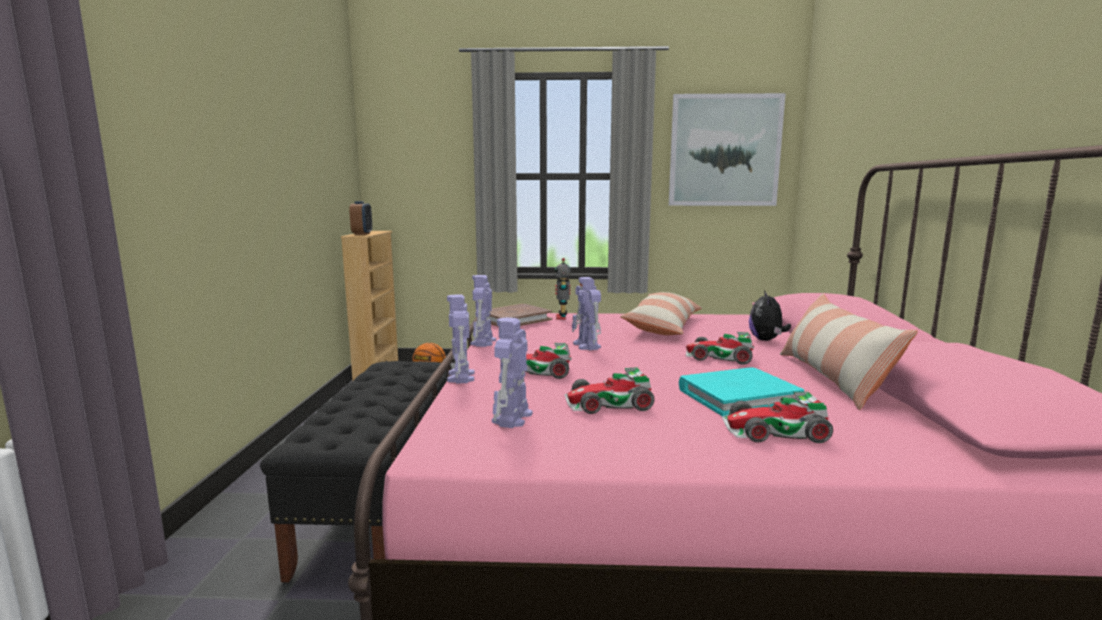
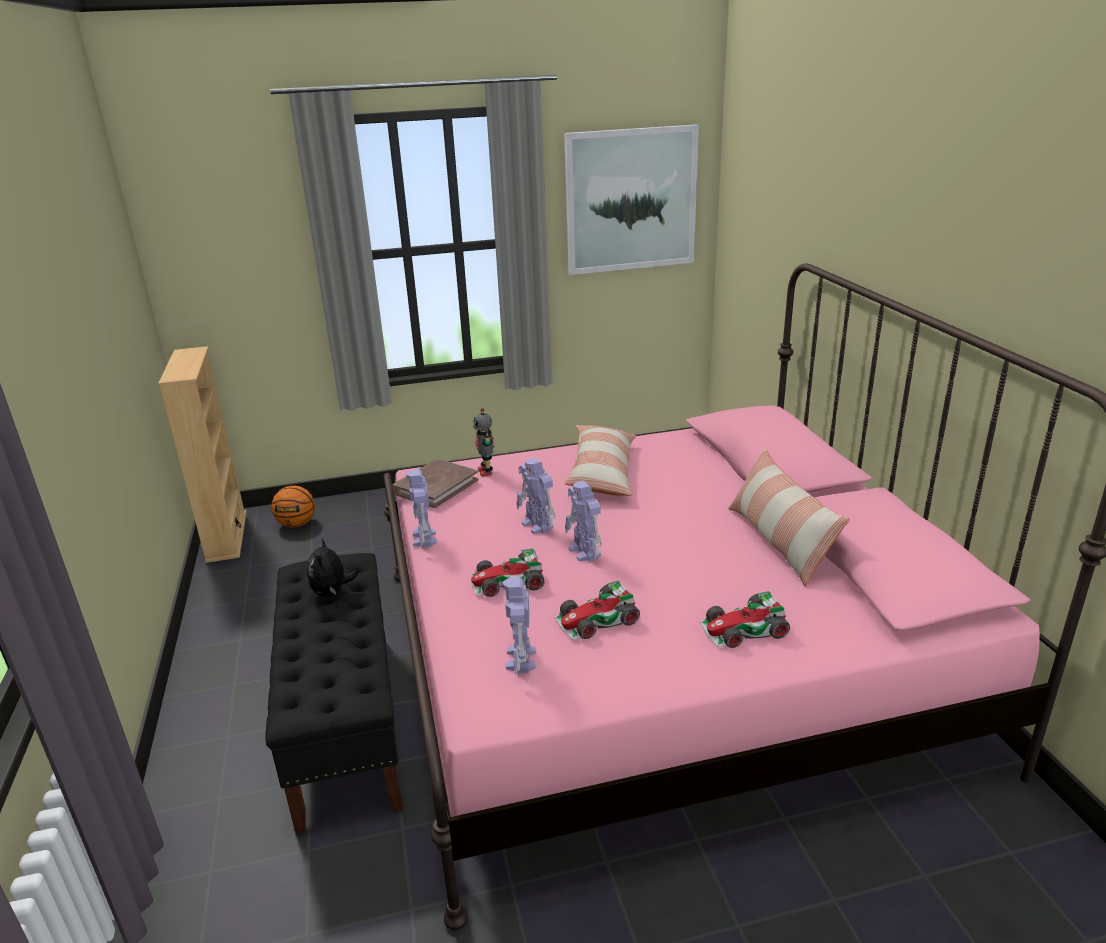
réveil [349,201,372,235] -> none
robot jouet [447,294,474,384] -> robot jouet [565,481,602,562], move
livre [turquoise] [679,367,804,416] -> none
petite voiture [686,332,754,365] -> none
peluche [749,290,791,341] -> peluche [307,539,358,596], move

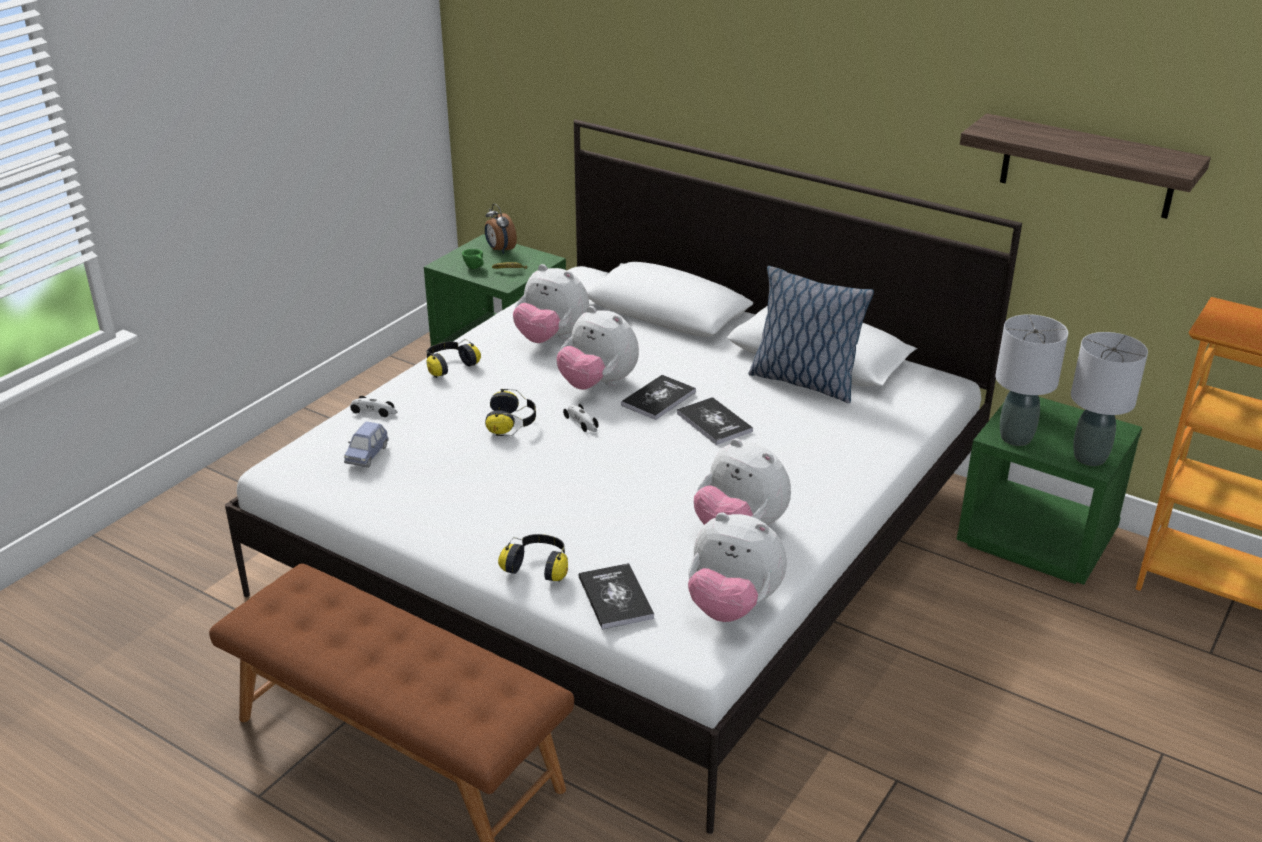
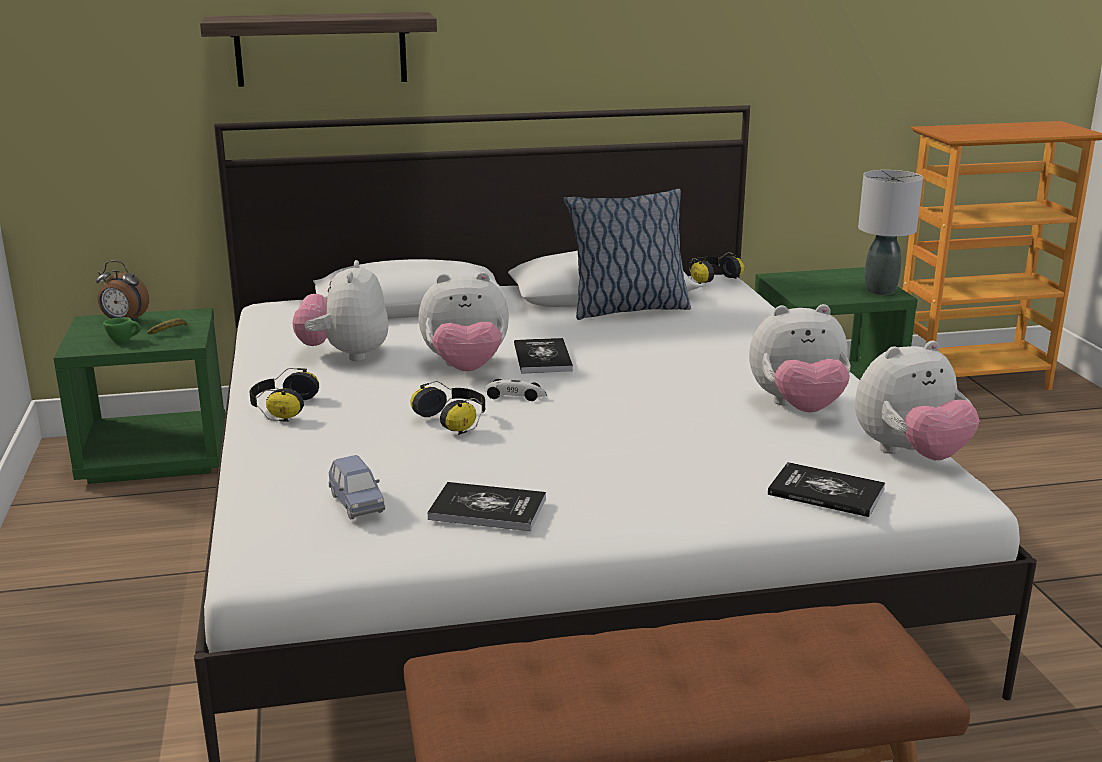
petite voiture [350,396,398,417] -> none
casque audio [498,534,568,582] -> casque audio [689,252,744,284], move
peluche [513,264,589,343] -> peluche [292,260,389,361], 105 degrees clockwise
livre [677,397,753,445] -> livre [427,482,546,531], move
étagère [960,113,1211,219] -> étagère [200,12,437,87], move
lampe de table [gris] [996,314,1068,446] -> none

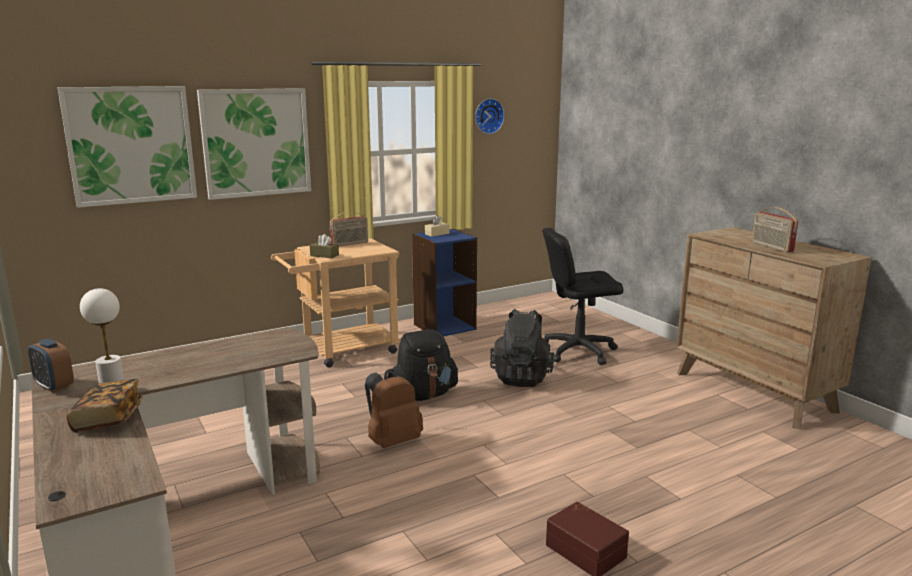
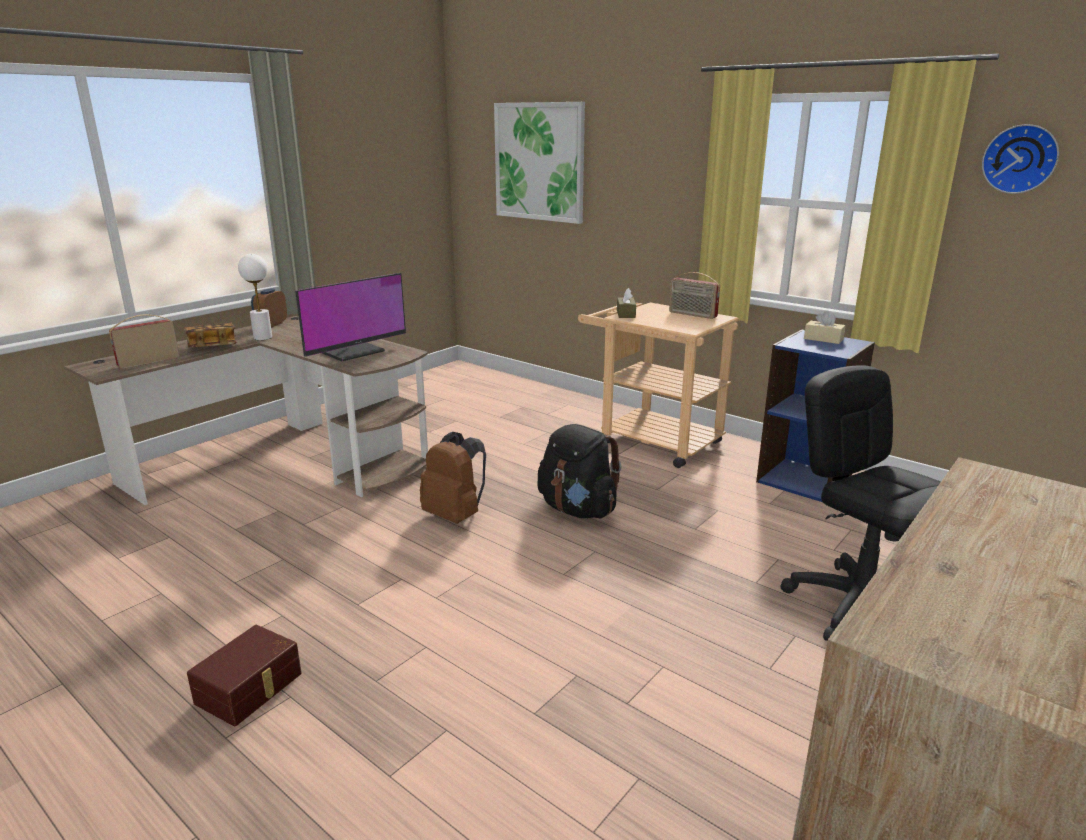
tableau [197,88,311,200] -> none
sac à dos [noir] [490,309,554,387] -> none
radio [752,207,798,252] -> radio [109,315,179,369], move
none -> écran d'ordinateur [295,273,406,361]

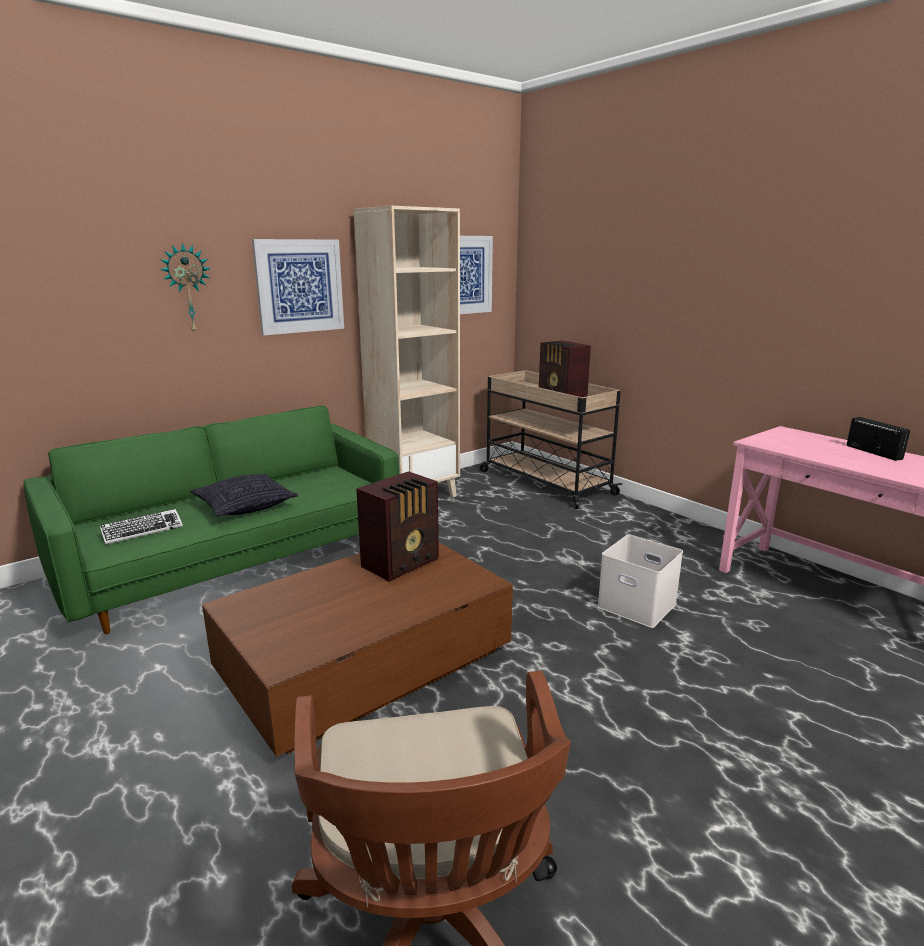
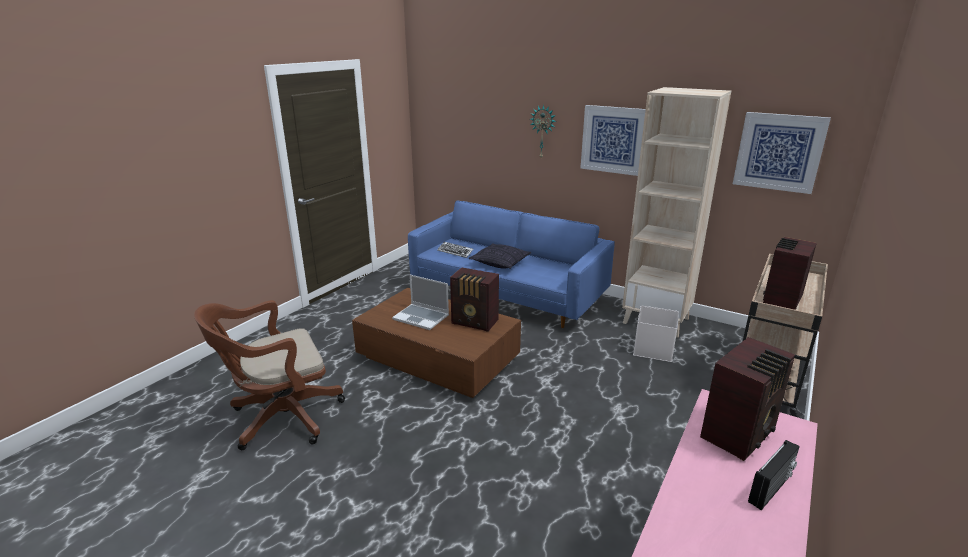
canapé [vert] [24,405,400,634] -> canapé [bleu] [408,201,615,328]
boîte de rangement [blanc] [597,534,683,628] -> boîte de rangement [blanc] [633,306,679,362], move
none -> ordinateur portable [392,275,449,330]
none -> radio [700,337,795,461]

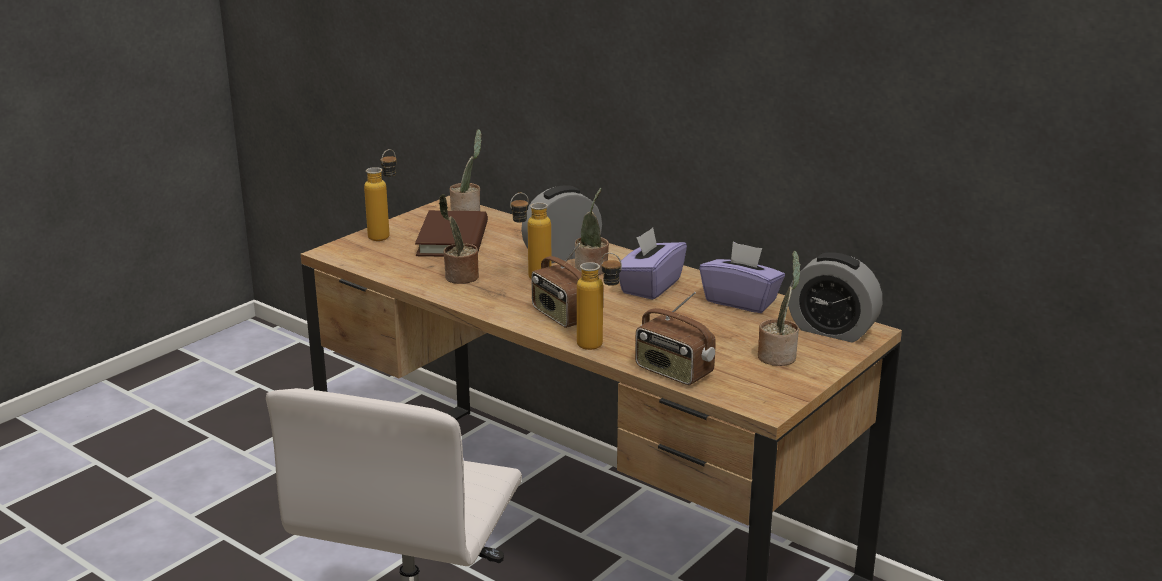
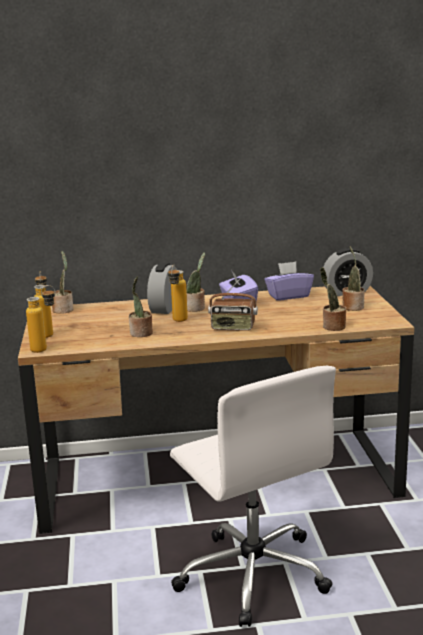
livre [marron] [415,210,488,257] -> none
bouteille [577,252,622,350] -> bouteille [26,285,55,353], move
radio [635,292,716,385] -> plante en pot [320,267,346,331]

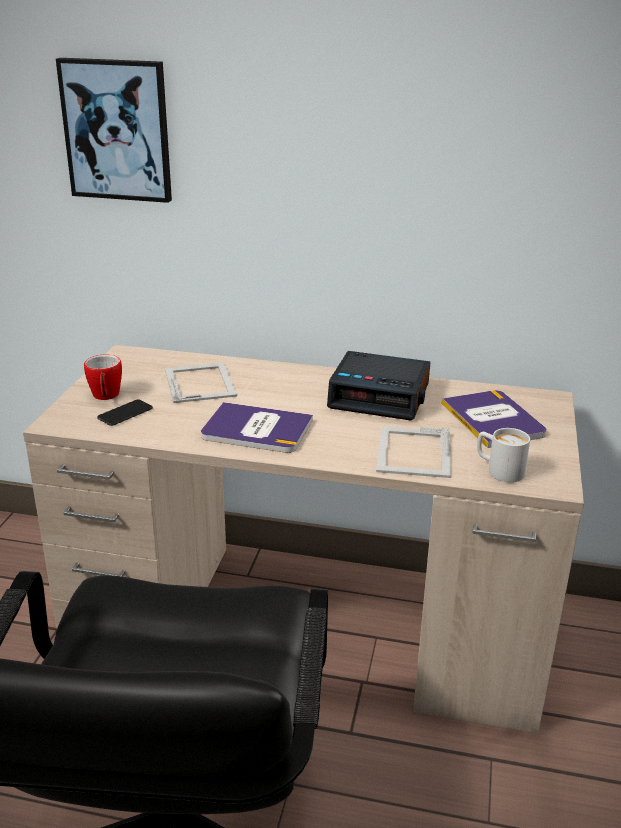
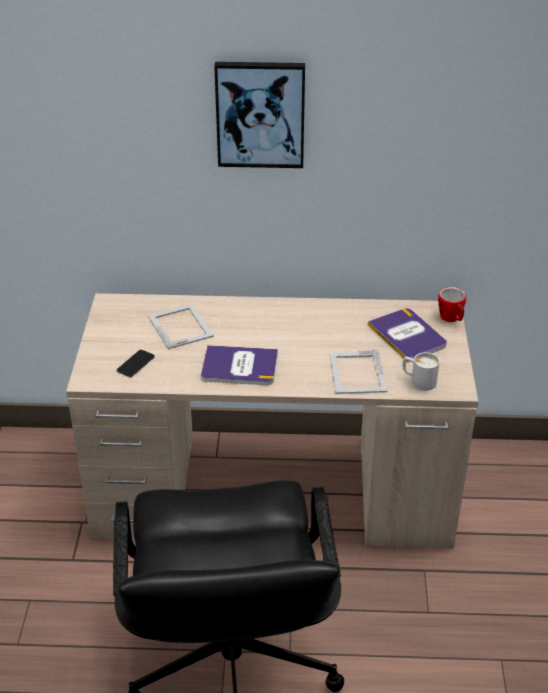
tableau [56,58,172,203] -> tableau [214,62,305,168], move
mug [84,355,122,400] -> mug [438,287,466,322], move
réveil [327,351,430,420] -> none

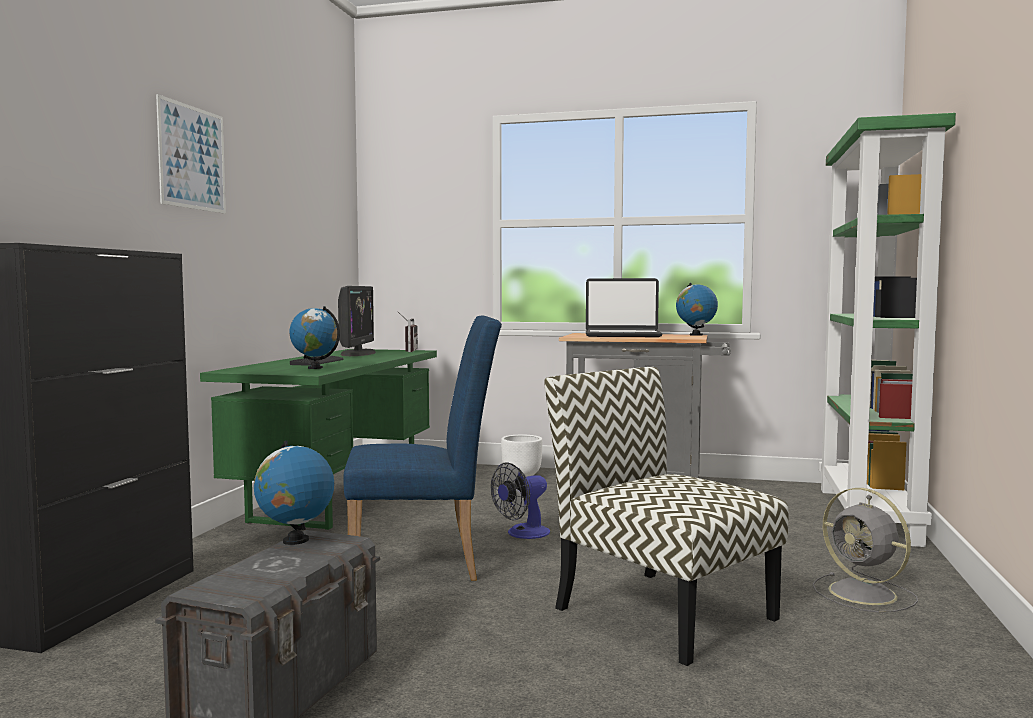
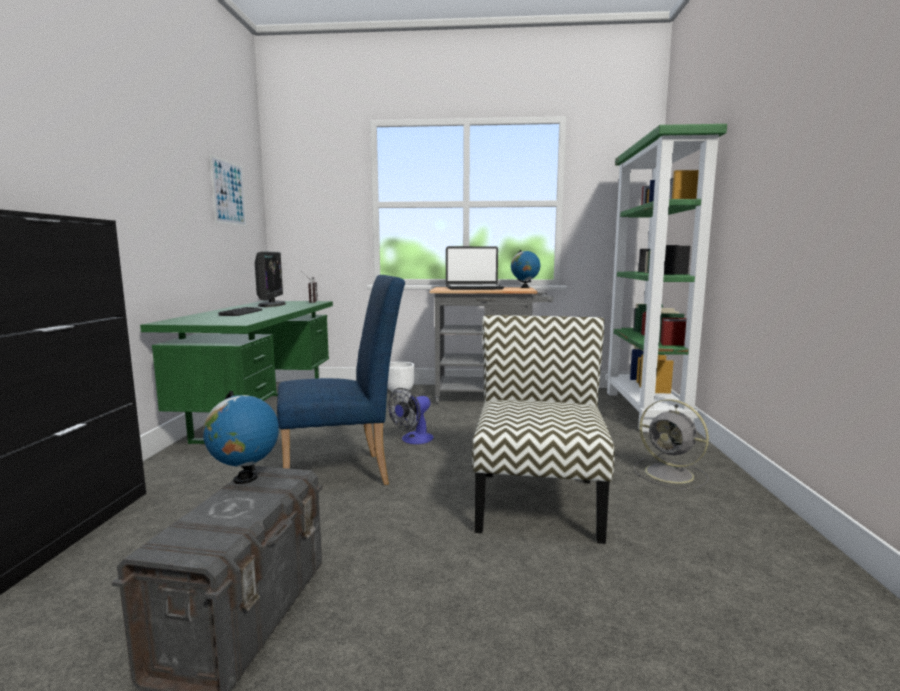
tableau [156,94,226,214] -> tableau [210,154,247,227], move
globe [289,306,340,369] -> none
chaise [544,367,788,666] -> chaise [472,315,615,544], 60 degrees clockwise

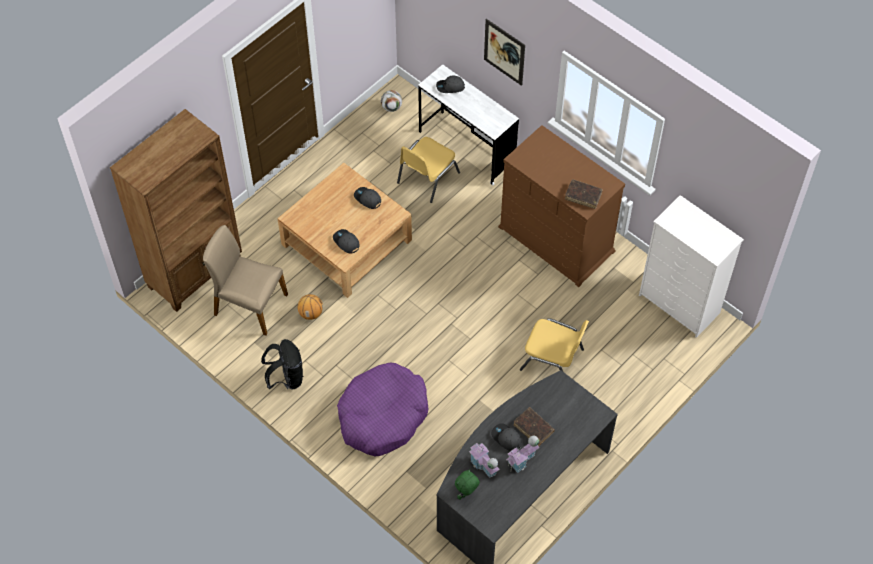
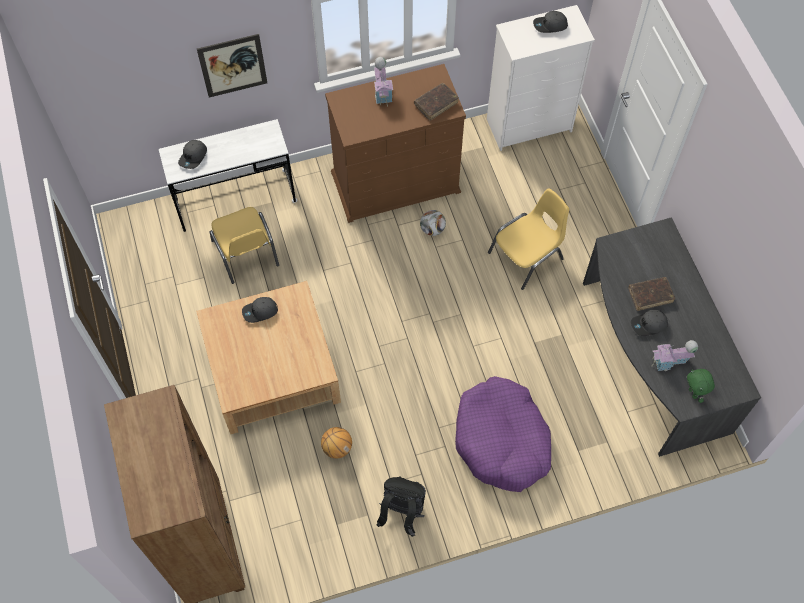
chaise [beige] [203,225,288,336] -> none
casquette [gris] [333,229,360,253] -> casquette [gris] [533,11,568,33], move
ballon de foot [381,90,402,112] -> ballon de foot [420,210,446,236], move
maison miniature [506,436,540,473] -> maison miniature [374,57,393,107], move

